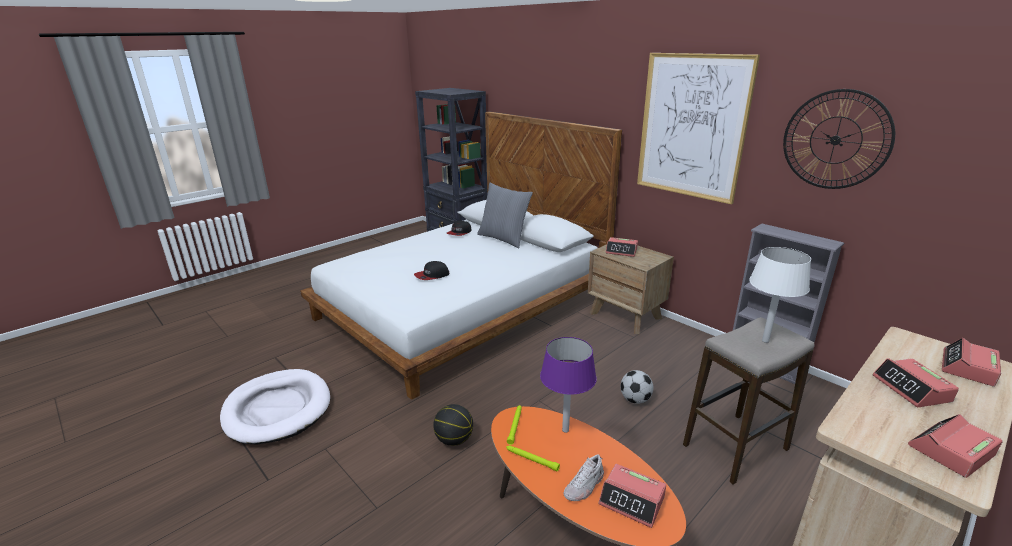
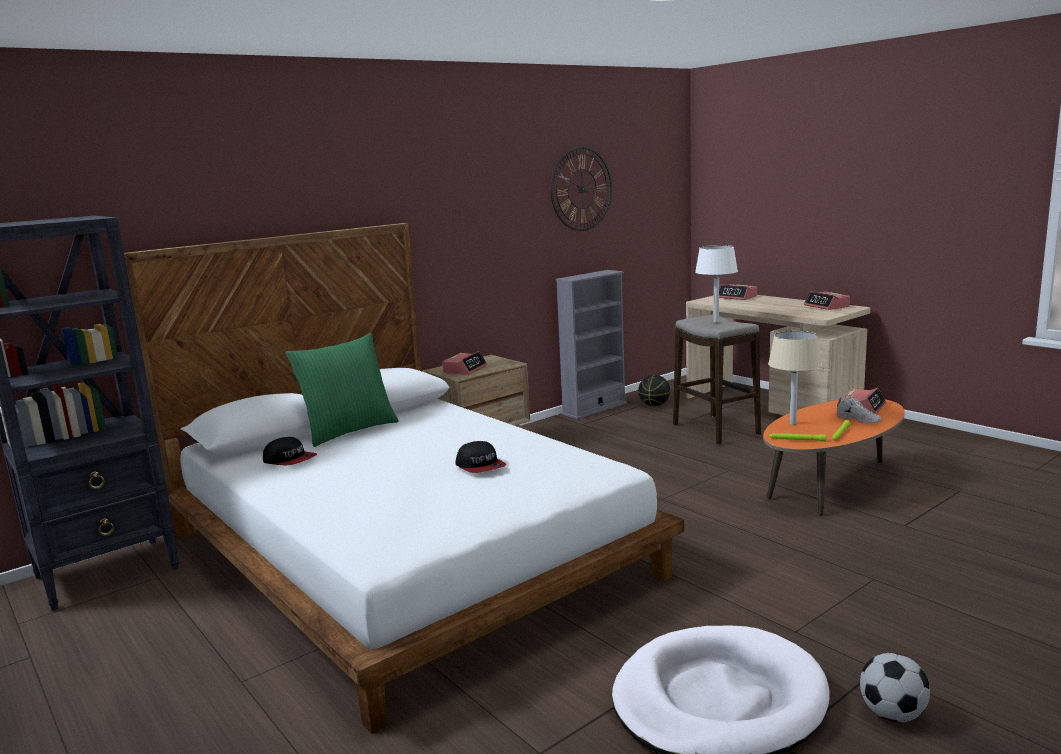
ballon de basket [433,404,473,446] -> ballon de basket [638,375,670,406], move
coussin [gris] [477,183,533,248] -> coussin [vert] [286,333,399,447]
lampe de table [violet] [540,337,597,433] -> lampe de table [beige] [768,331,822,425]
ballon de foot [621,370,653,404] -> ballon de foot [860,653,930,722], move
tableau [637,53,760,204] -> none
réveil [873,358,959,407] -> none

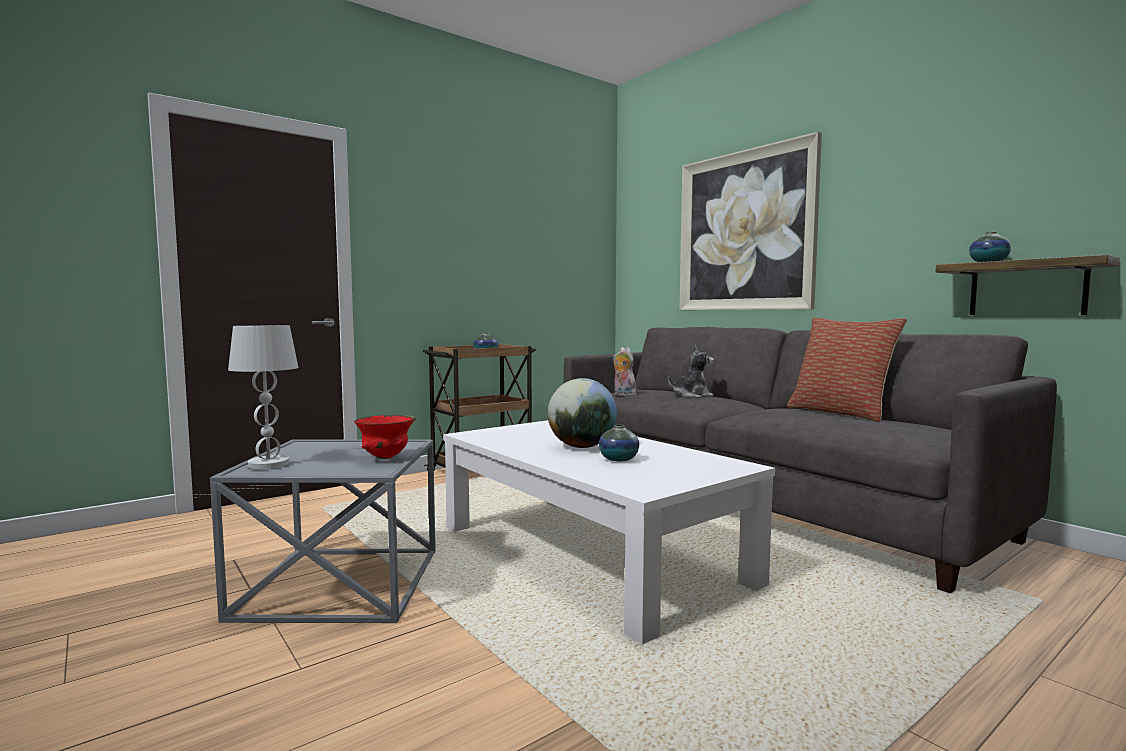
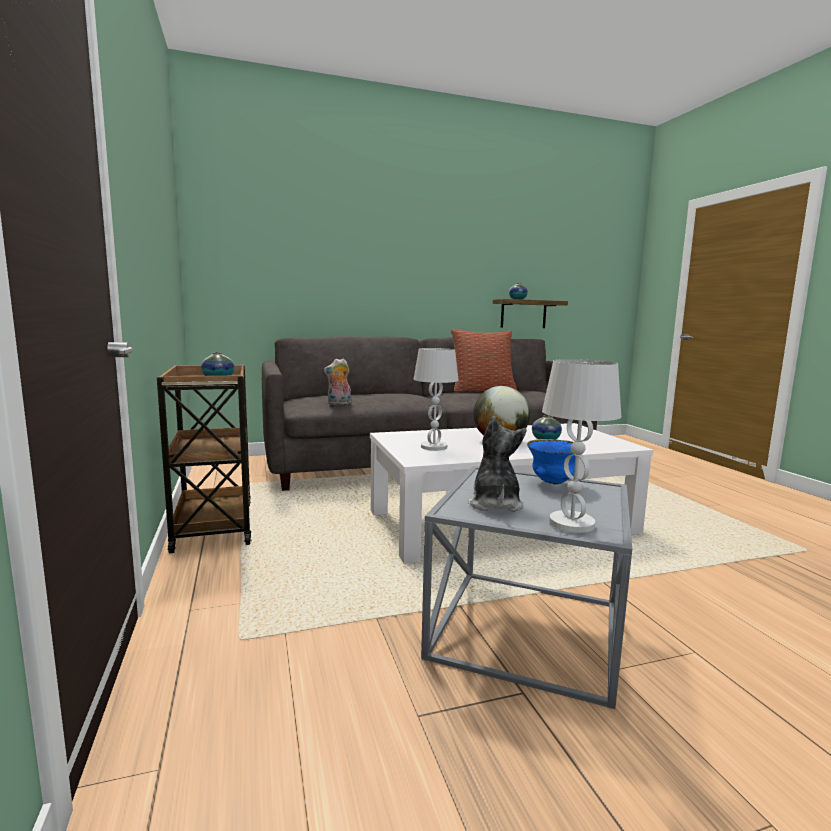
bol [rouge] [354,415,416,459] -> bol [bleu] [527,439,575,484]
peluche [668,345,714,398] -> peluche [468,416,526,512], move
tableau [679,132,822,310] -> none
none -> lampe de table [blanc] [414,348,459,451]

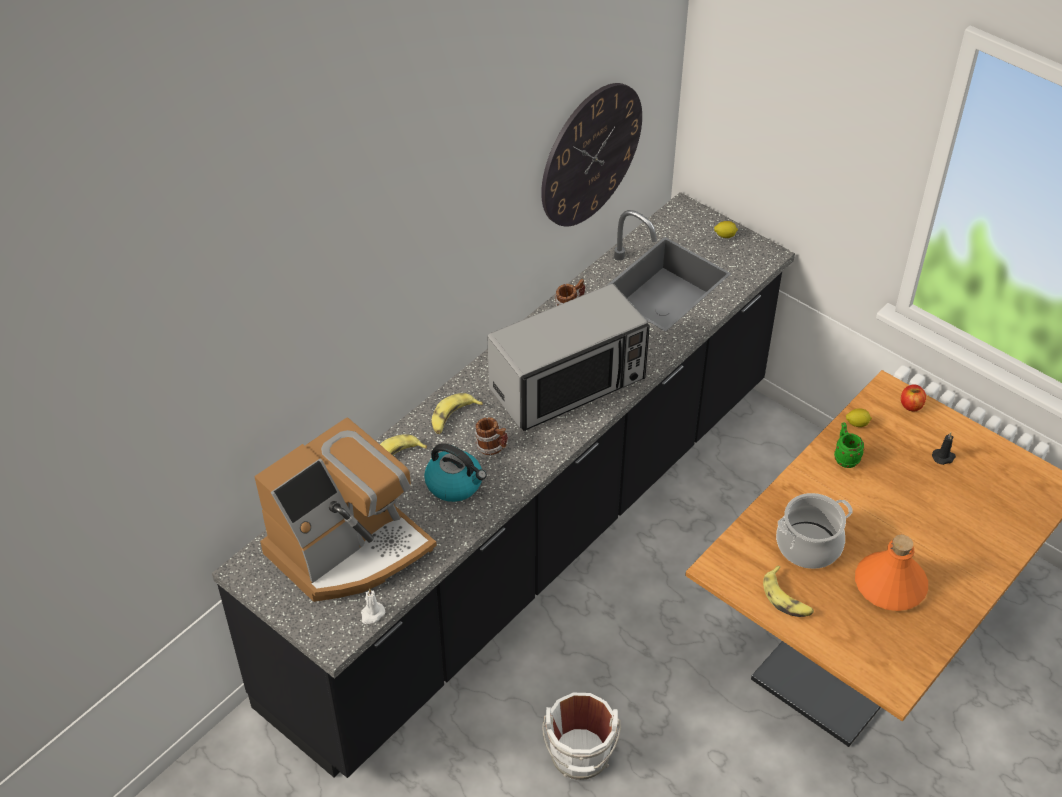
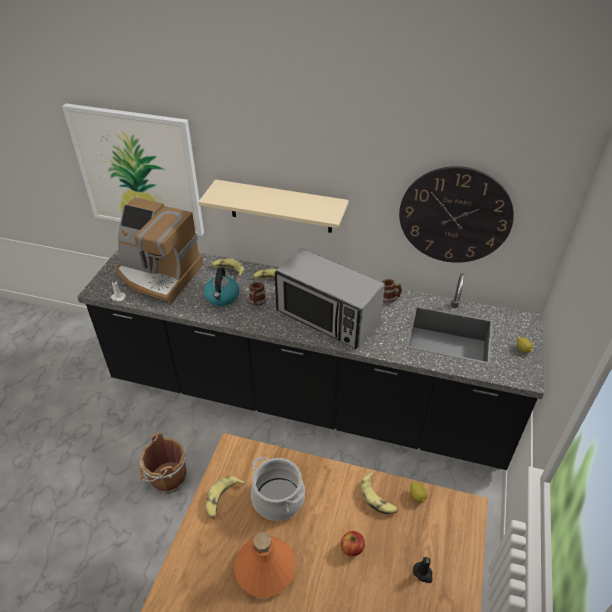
seau [blanc] [542,693,621,780] -> seau [marron] [138,433,188,494]
mug [vert] [834,423,864,468] -> banane [361,471,398,514]
pomme [901,384,926,411] -> pomme [341,531,365,556], move
none -> tableau [62,103,204,236]
none -> étagère [beige] [198,179,349,233]

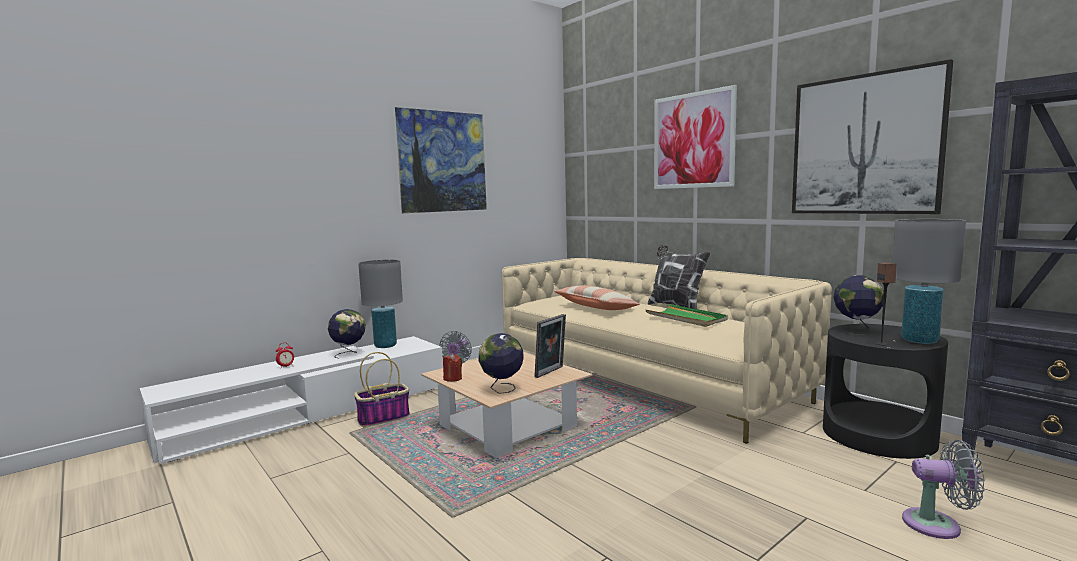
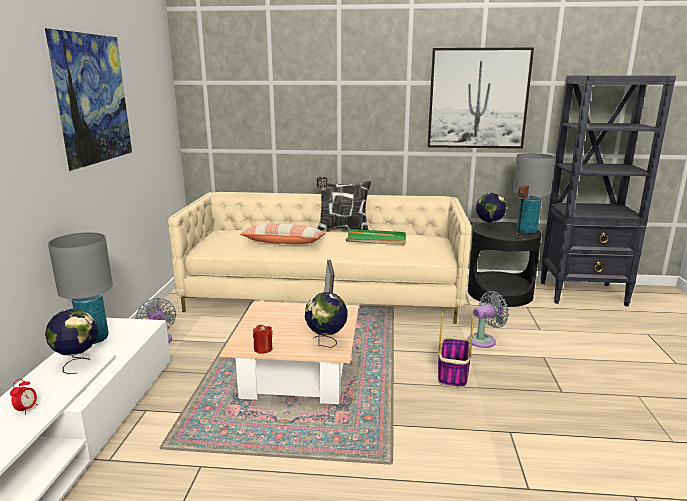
panier [354,352,410,428] -> panier [438,312,474,388], move
tableau [654,85,737,189] -> none
ventilateur [gris] [902,440,985,539] -> ventilateur [gris] [468,291,509,348], move

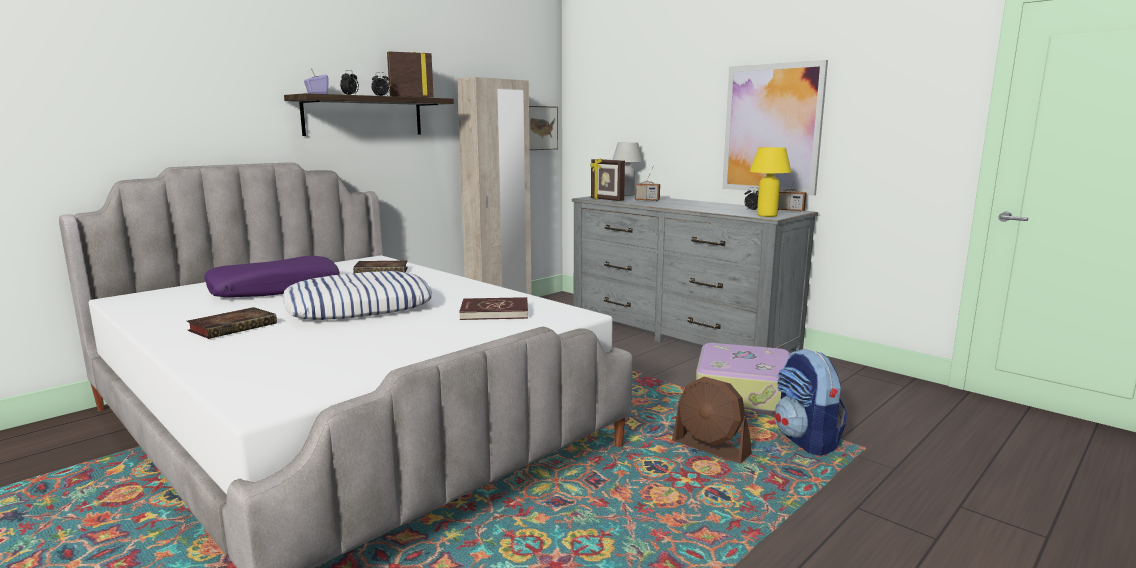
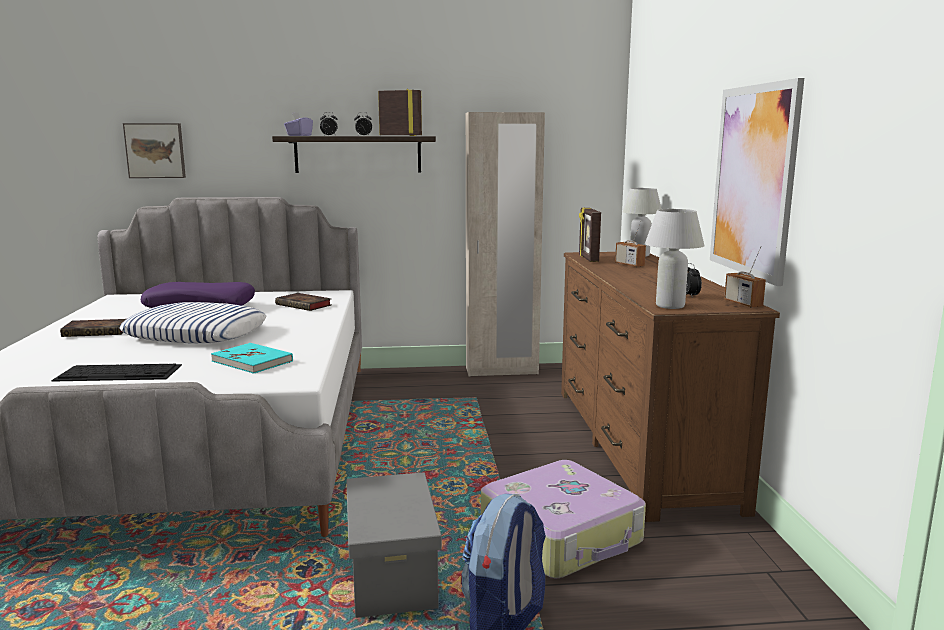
livre [rouge] [459,297,528,320] -> livre [turquoise] [211,343,293,374]
tableau [529,106,558,150] -> tableau [123,123,186,178], move
commode [gris] [572,195,818,351] -> commode [marron] [561,252,780,522]
ventilateur [marron] [672,377,752,464] -> boîte de rangement [gris] [346,472,442,618]
lampe de table [jaune] [750,147,791,217] -> lampe de table [blanc] [645,209,705,309]
none -> clavier [52,364,182,382]

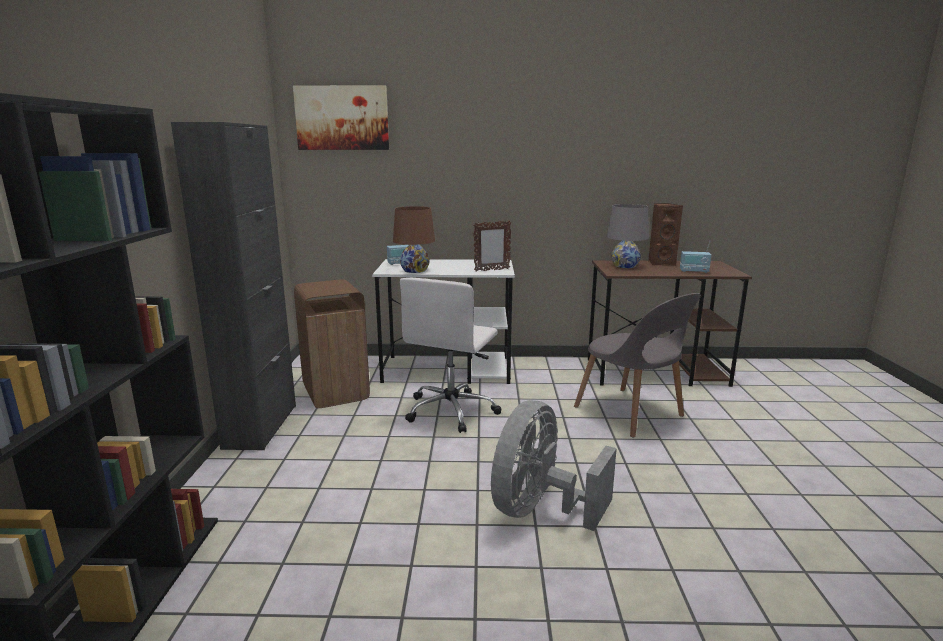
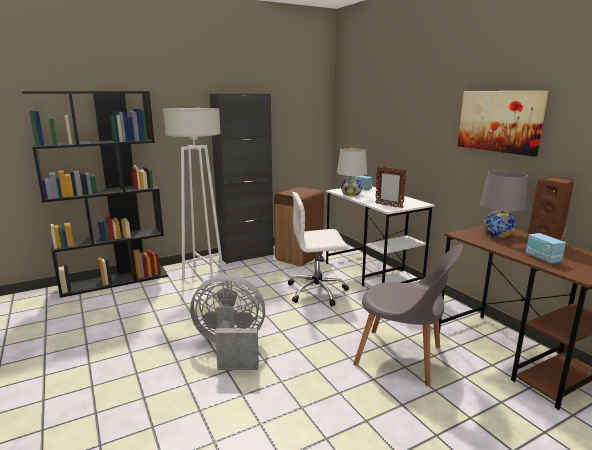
tableau [293,85,389,150] -> tableau [458,91,548,156], move
lampe de table [marron] [393,206,435,273] -> lampe de table [blanc] [337,149,367,196]
chaise [gris] [574,293,701,437] -> chaise [gris] [353,244,463,386], 90 degrees counterclockwise
none -> lampadaire [blanc] [163,108,223,280]

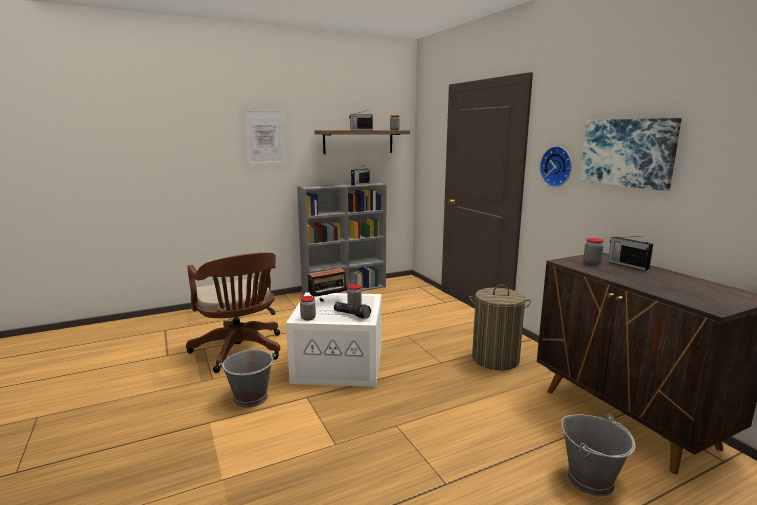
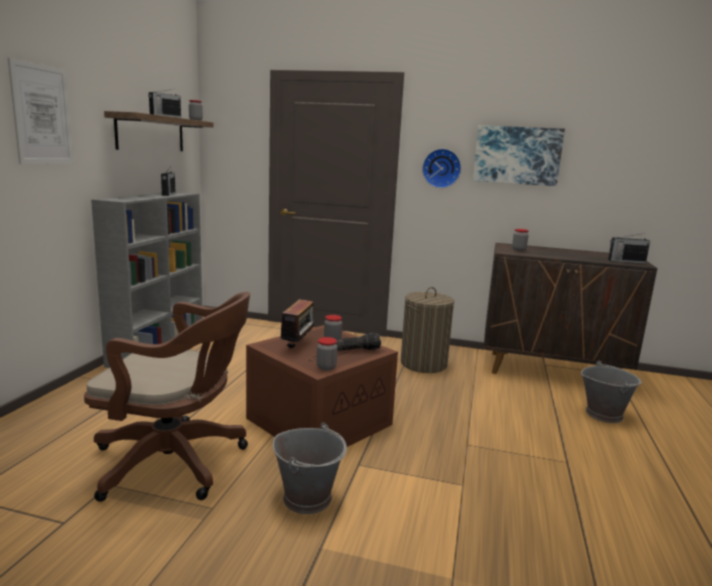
boîte de rangement [blanc] [286,292,381,387] -> boîte de rangement [marron] [246,325,398,447]
radio [608,236,653,270] -> radio [608,233,650,264], move

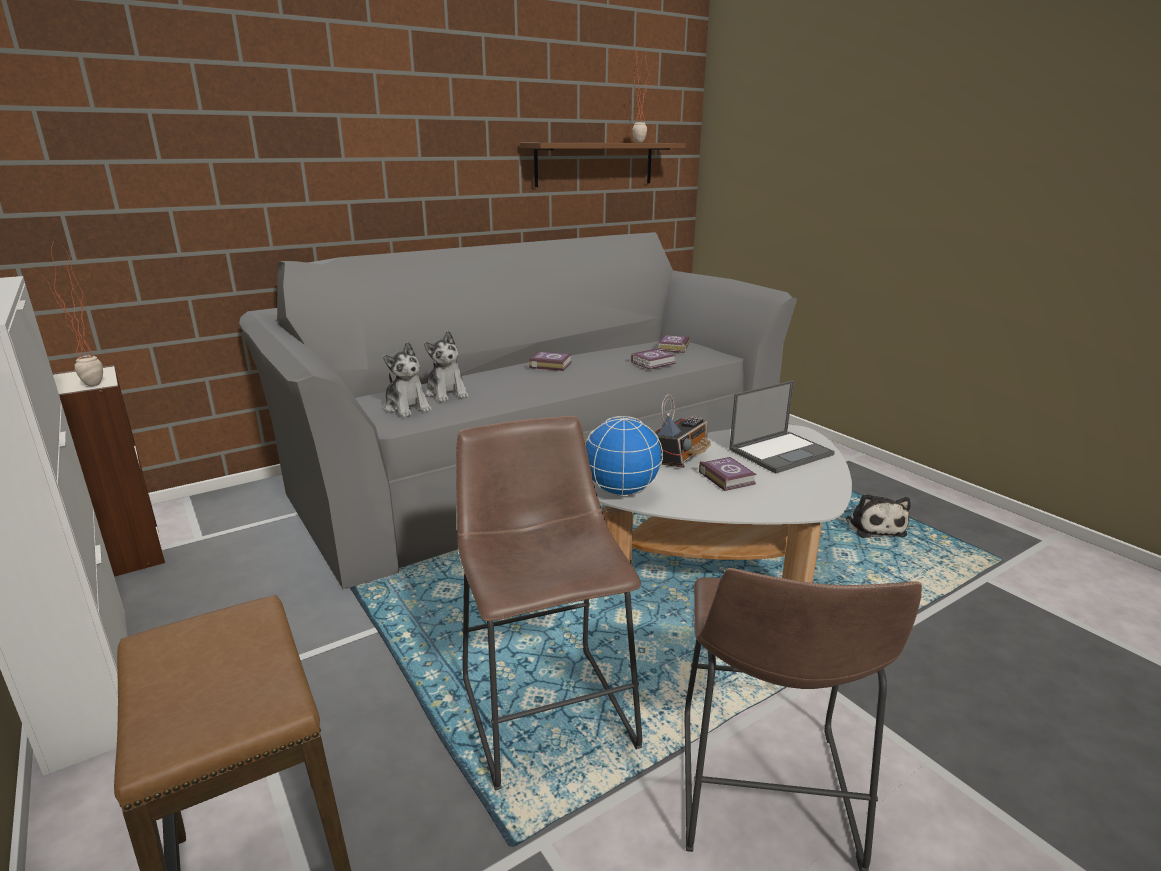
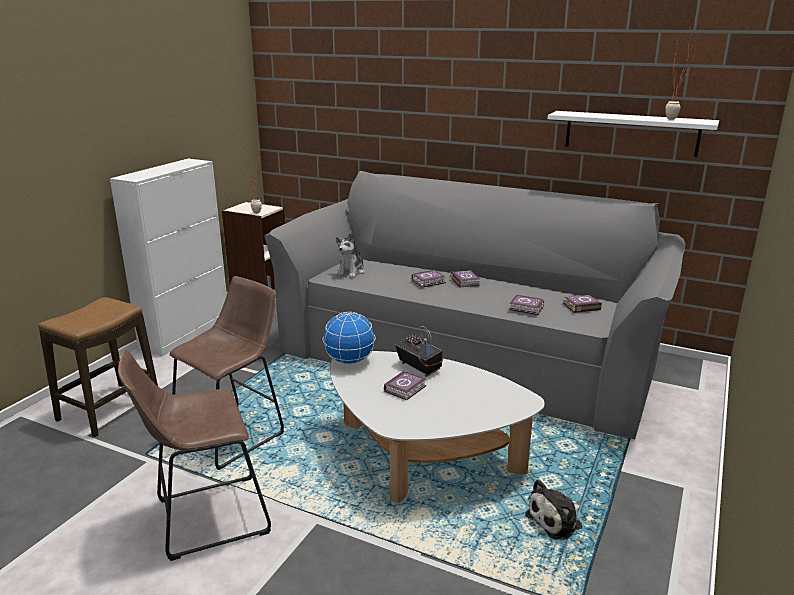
peluche [424,331,469,402] -> none
étagère [marron] [520,143,686,187] -> étagère [blanc] [548,111,719,157]
radio [654,394,711,468] -> radio [395,326,443,377], 135 degrees counterclockwise
ordinateur portable [729,380,835,473] -> none
none -> livre [412,270,446,288]

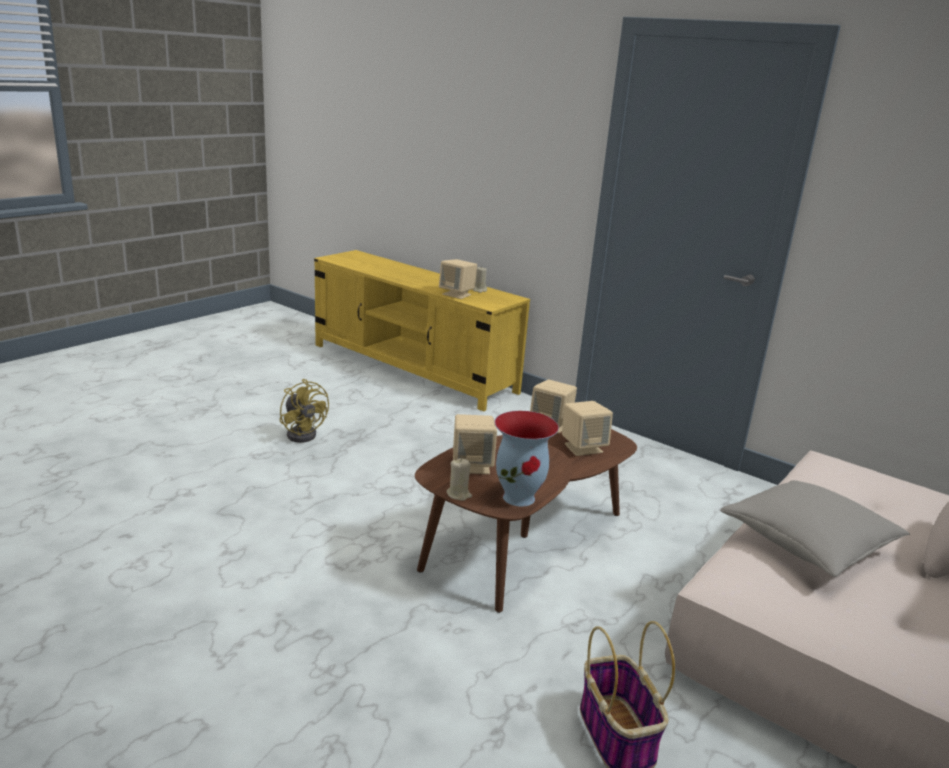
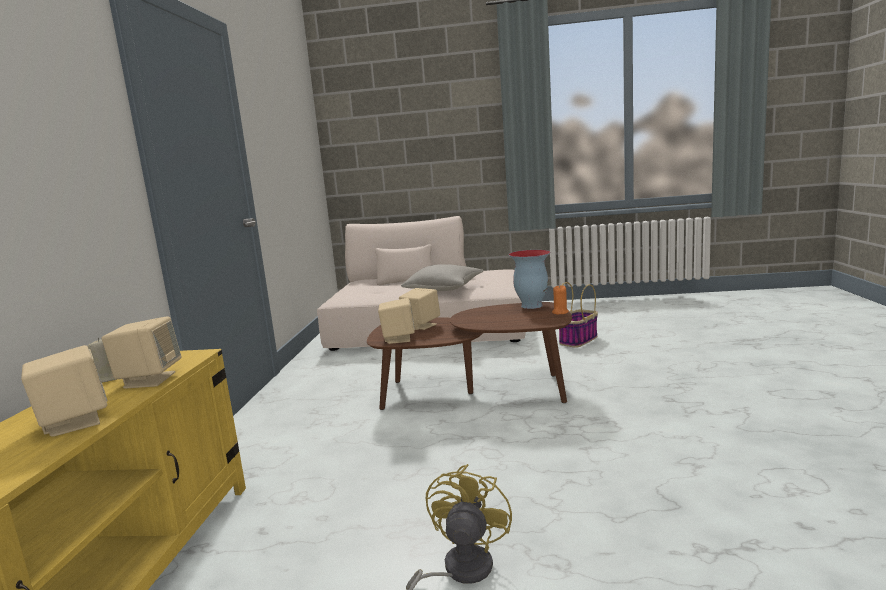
bougie [beige] [447,458,472,501] -> bougie [orange] [552,285,569,314]
enceinte [beige] [453,414,497,474] -> enceinte [beige] [21,345,108,437], move

